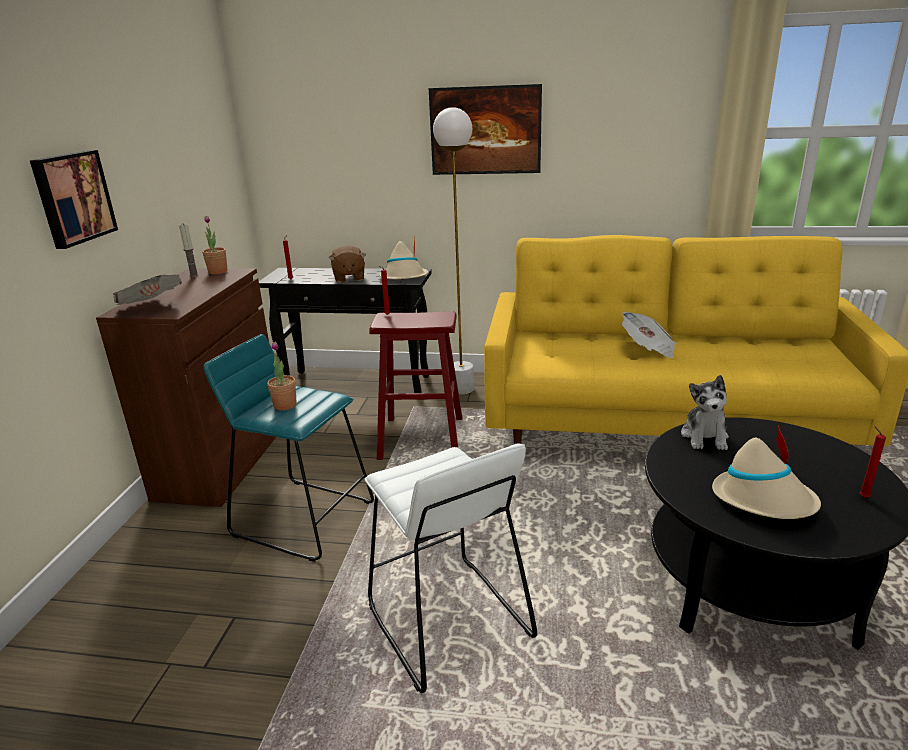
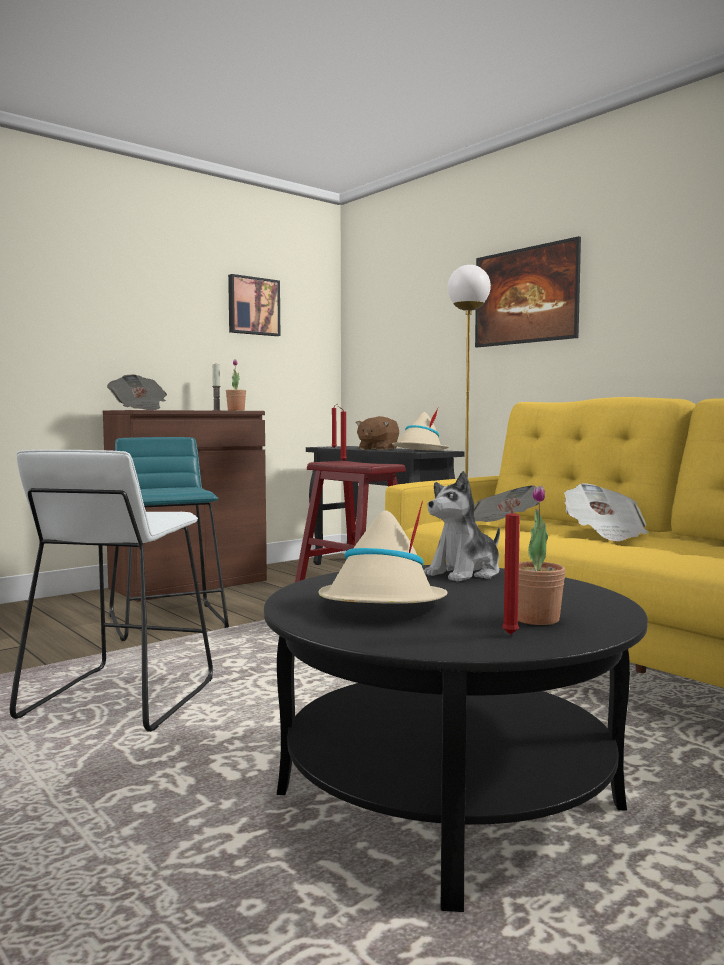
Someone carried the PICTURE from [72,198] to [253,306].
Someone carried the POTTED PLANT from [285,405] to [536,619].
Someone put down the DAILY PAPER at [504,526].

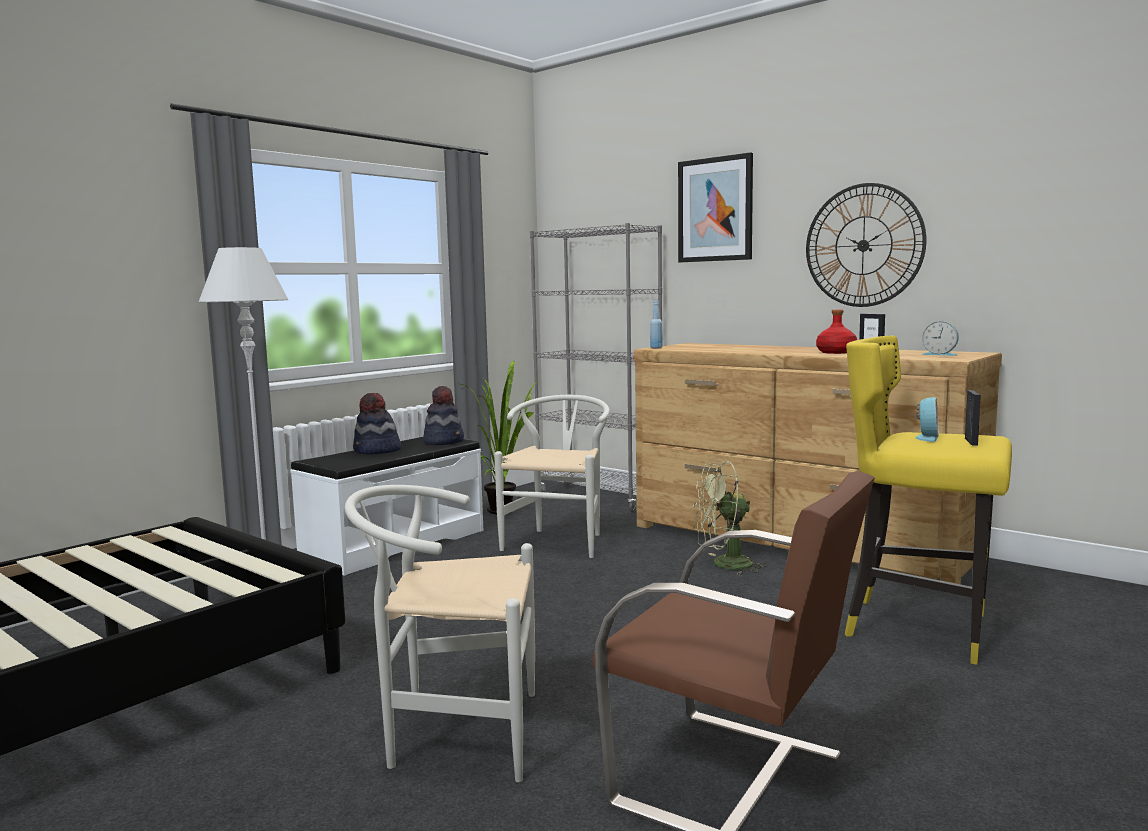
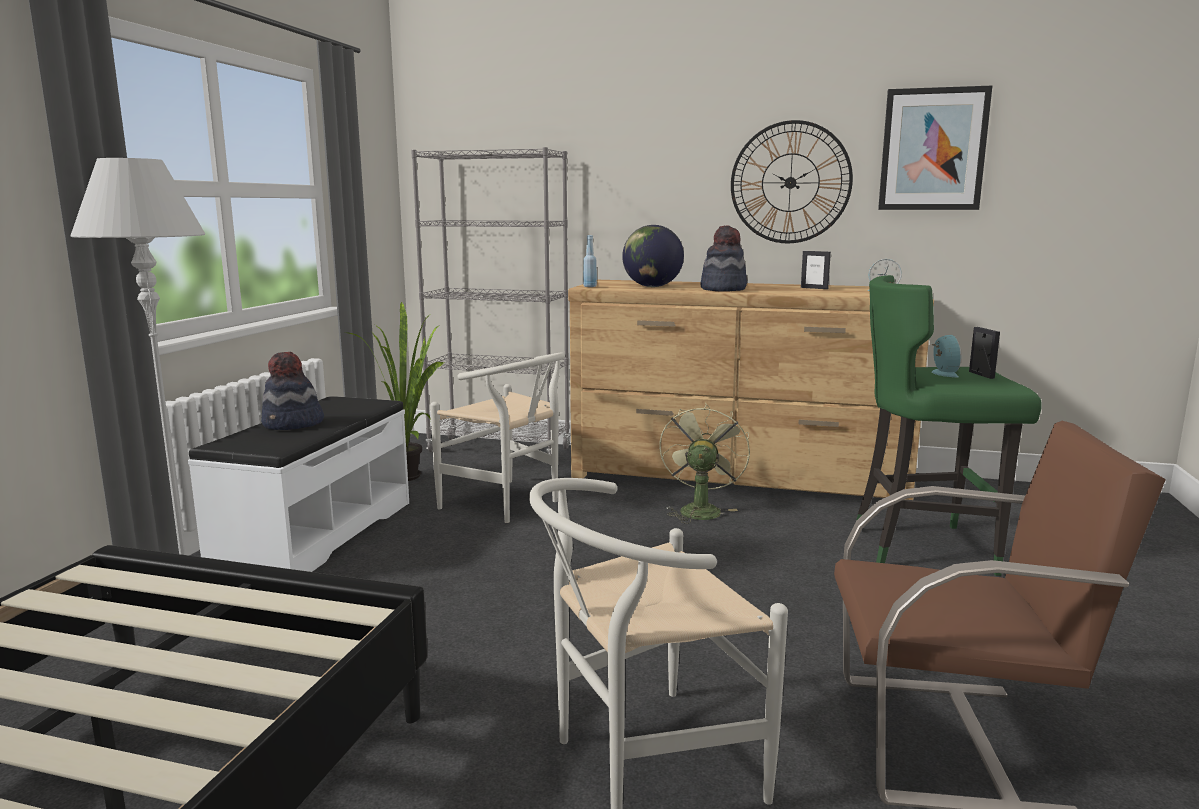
Someone carried the CLOTHING HAT from [444,441] to [723,289].
Someone rotated the WHITE-COLOURED UPRIGHT CHAIR at [559,541] by 135 degrees clockwise.
Someone carried the PICTURE from [715,209] to [933,149].
Someone rotated the GREENISH COOLING FAN at [724,565] by 135 degrees clockwise.
Someone took away the REDDISH BEVERAGE BOTTLE at [836,352].
Someone repainted the YELLOWISH STOOL at [920,628], which became the GREENISH STOOL at [924,548].
Someone put down the GLOBE at [652,286].

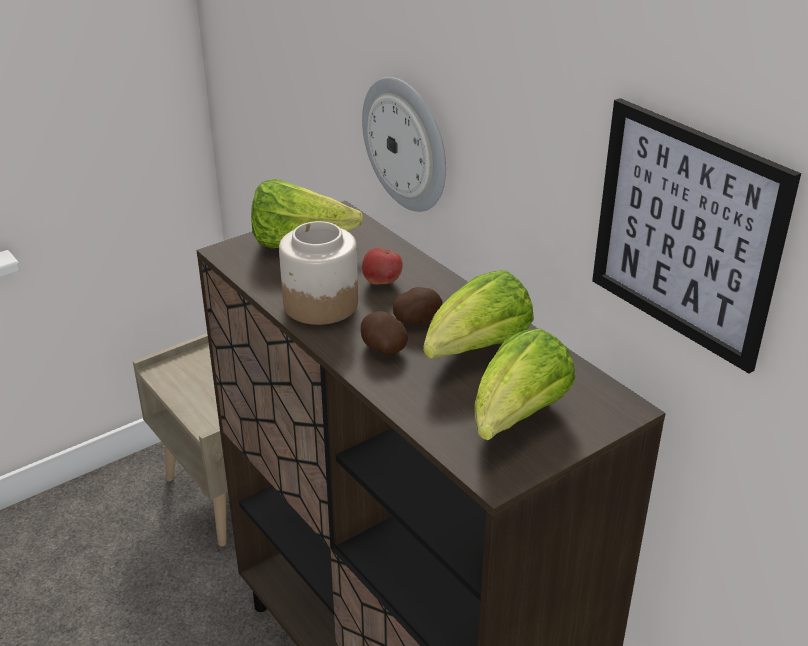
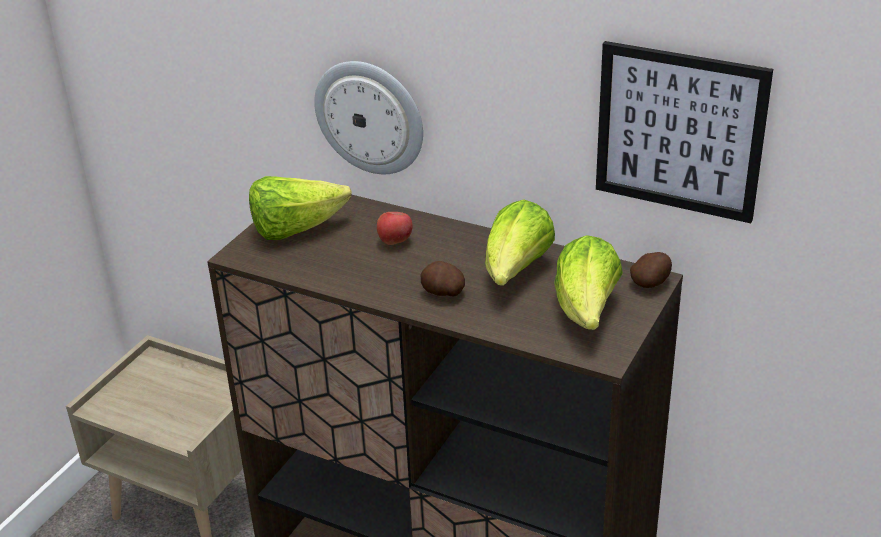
Someone took away the STORAGE JAR at [320,304].
Someone carried the WHOLE POTATO from [417,320] to [651,283].

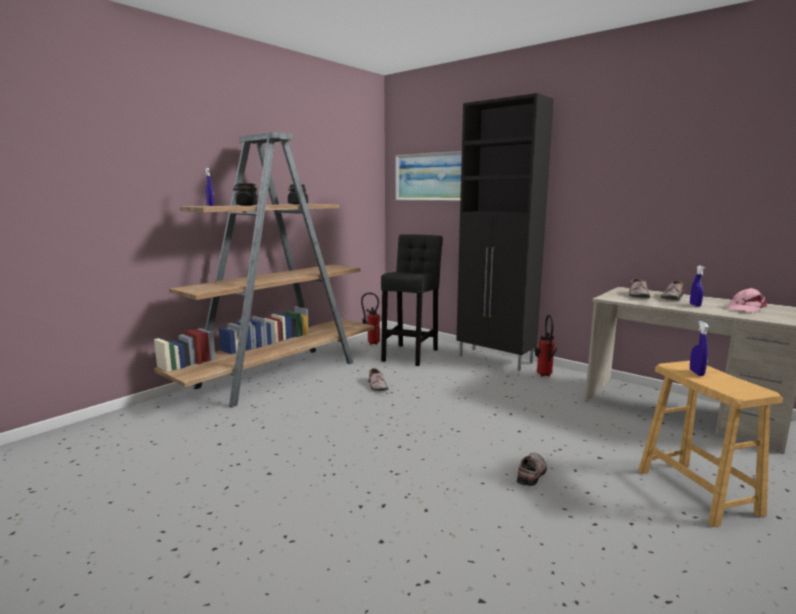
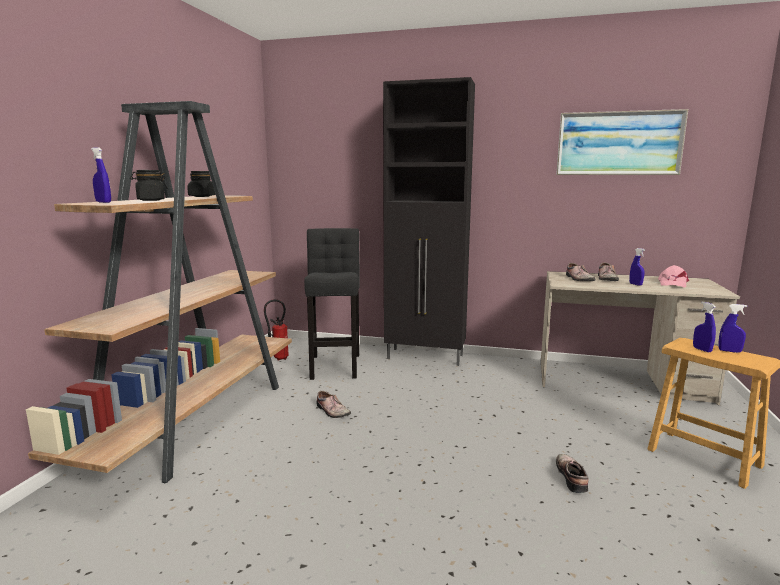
Someone carried the PICTURE from [430,177] to [618,143].
Someone took away the EXTINGUISHER at [544,375].
Someone put down the BLUISH SPRAYER at [729,351].

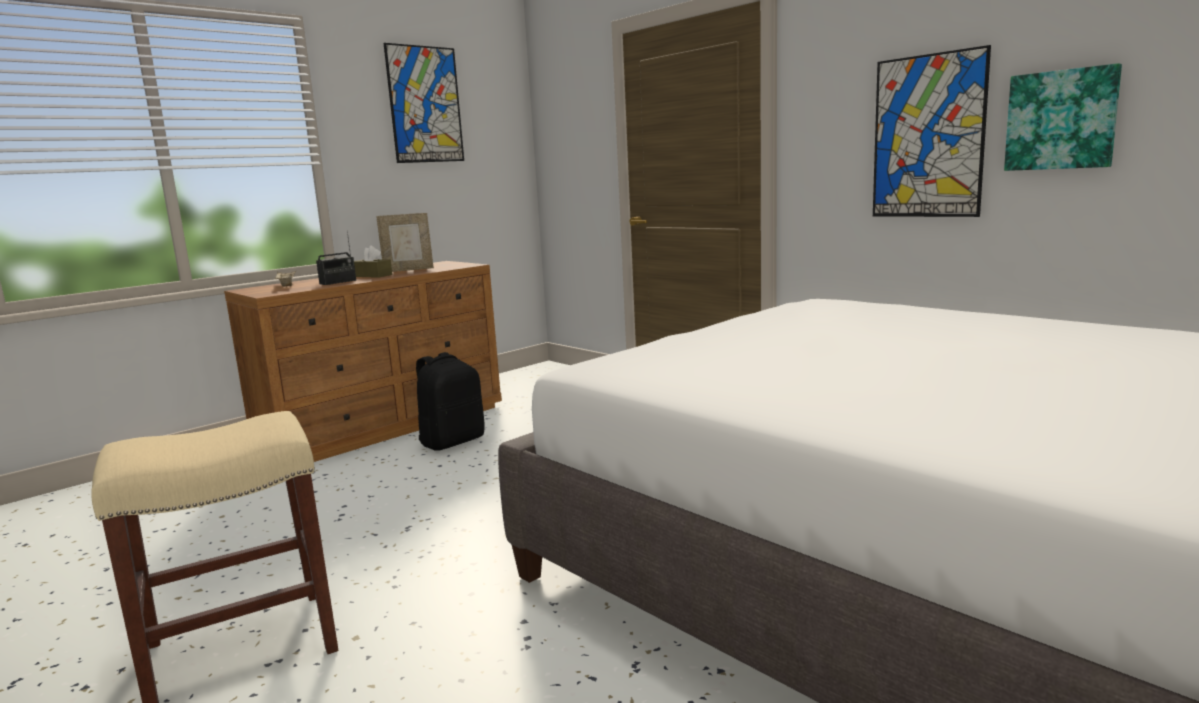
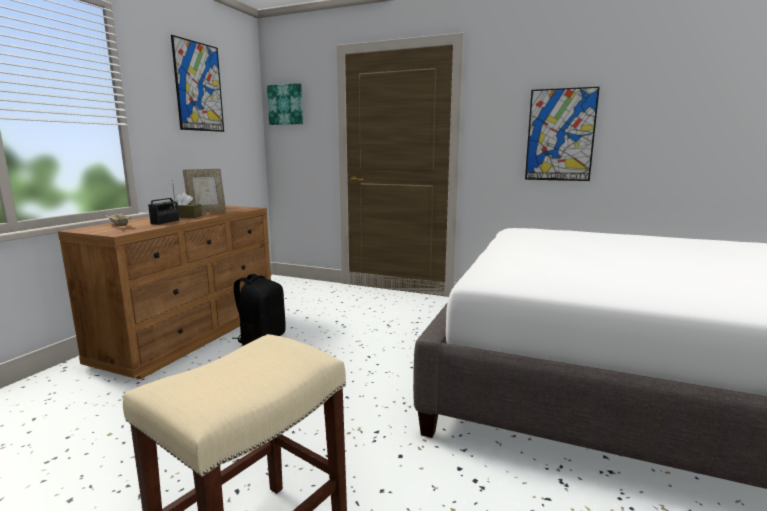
Someone carried the PICTURE from [1061,120] to [286,104].

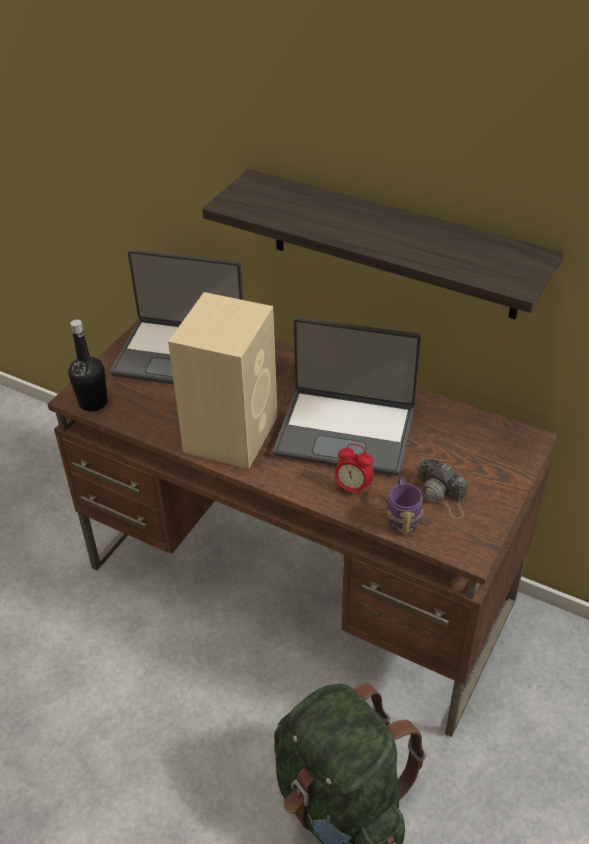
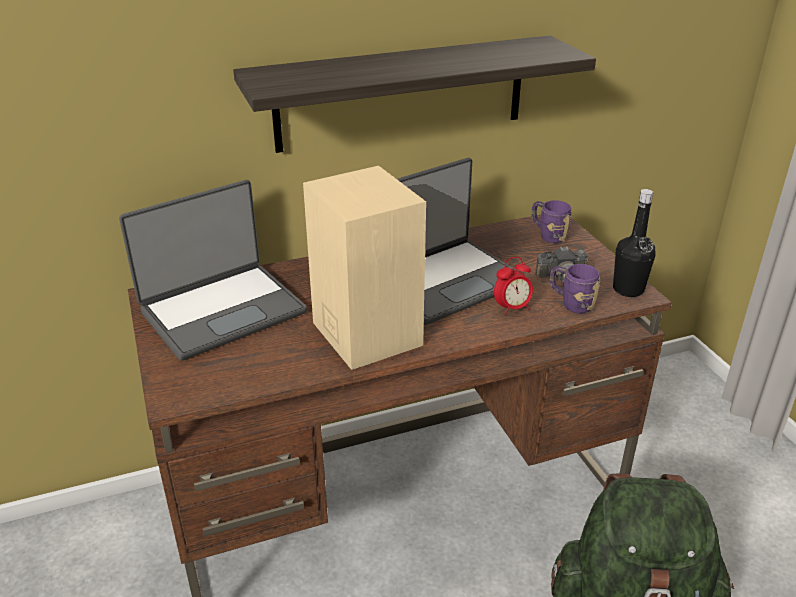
Someone carried the BLACK-COLOURED BEVERAGE BOTTLE from [93,403] to [628,289].
Someone put down the PURPLE COFFEE MUG at [548,235].

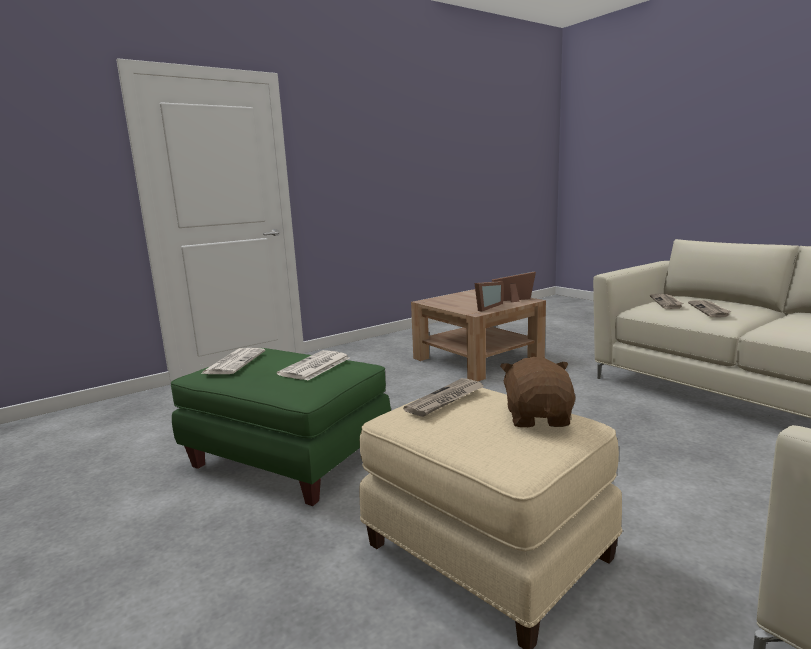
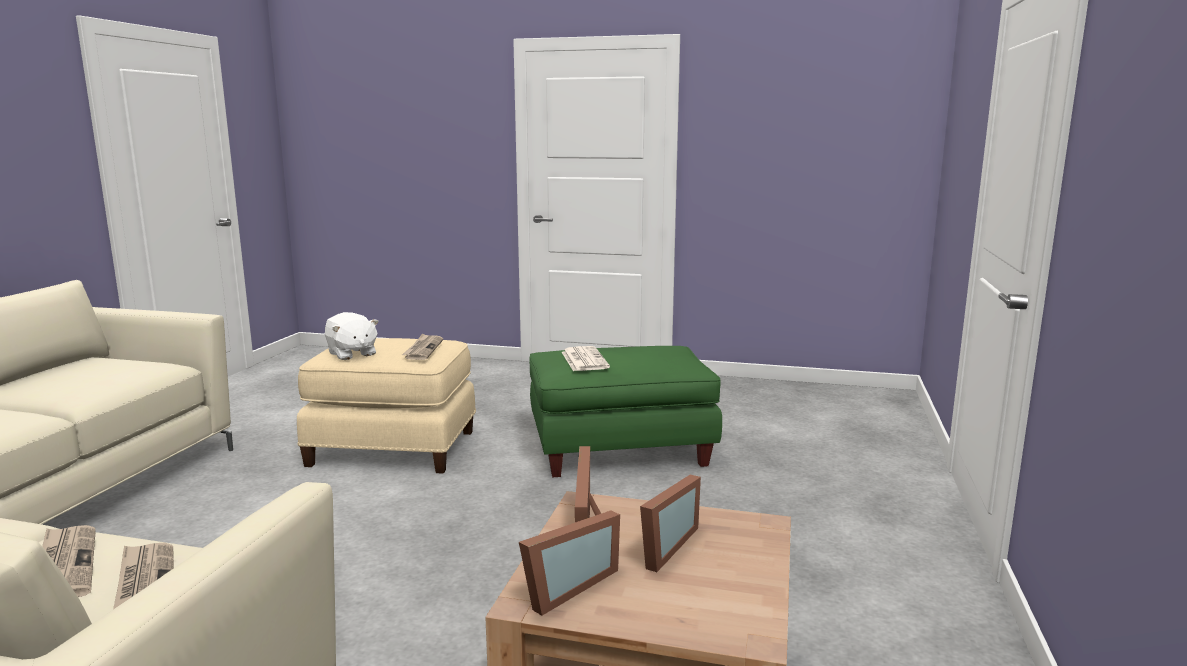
Someone took away the DAILY PAPER at [234,362].
Someone repainted the BROWN SOFT TOY at [538,418], which became the WHITE-COLOURED SOFT TOY at [351,354].
Someone put down the PICTURE FRAME at [661,547].

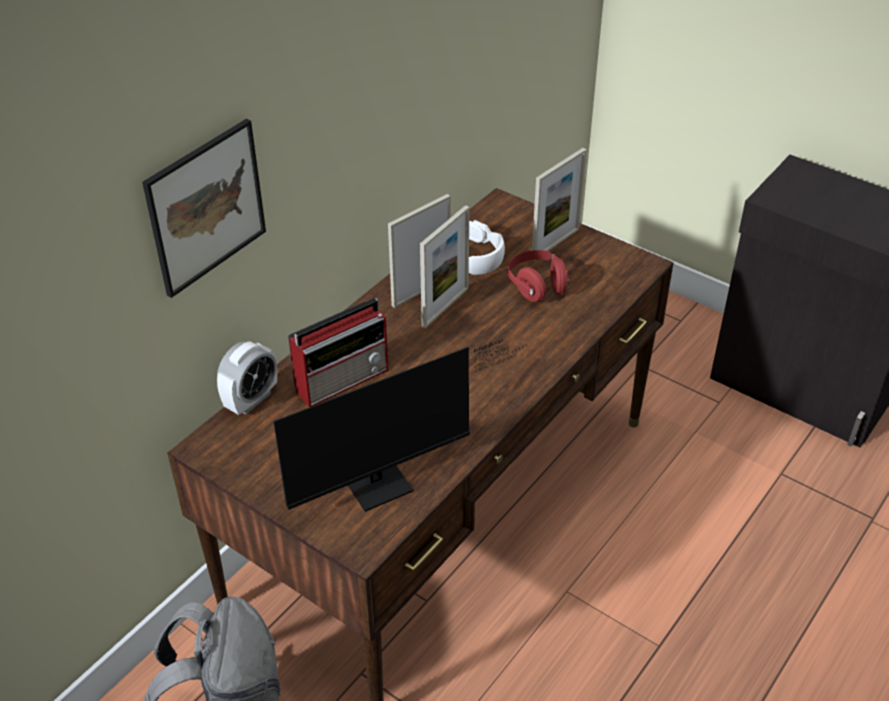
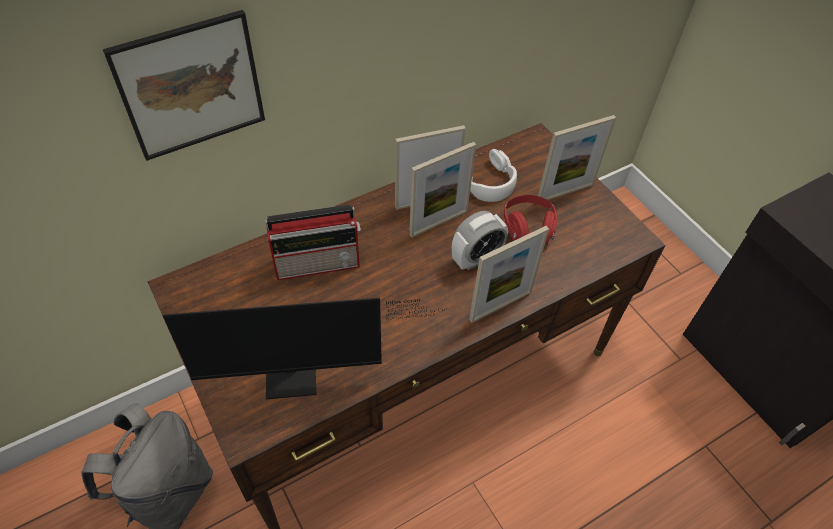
Someone carried the TABLE CLOCK from [251,400] to [476,258].
Someone put down the PICTURE FRAME at [500,306].

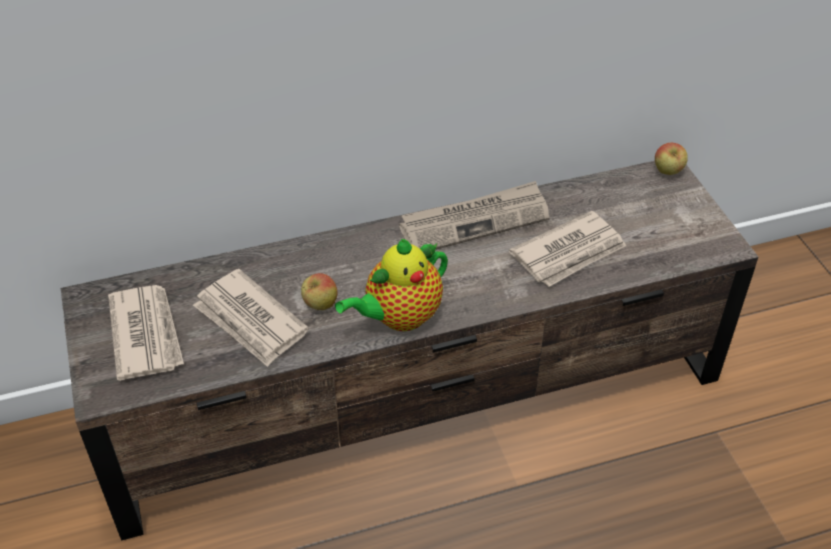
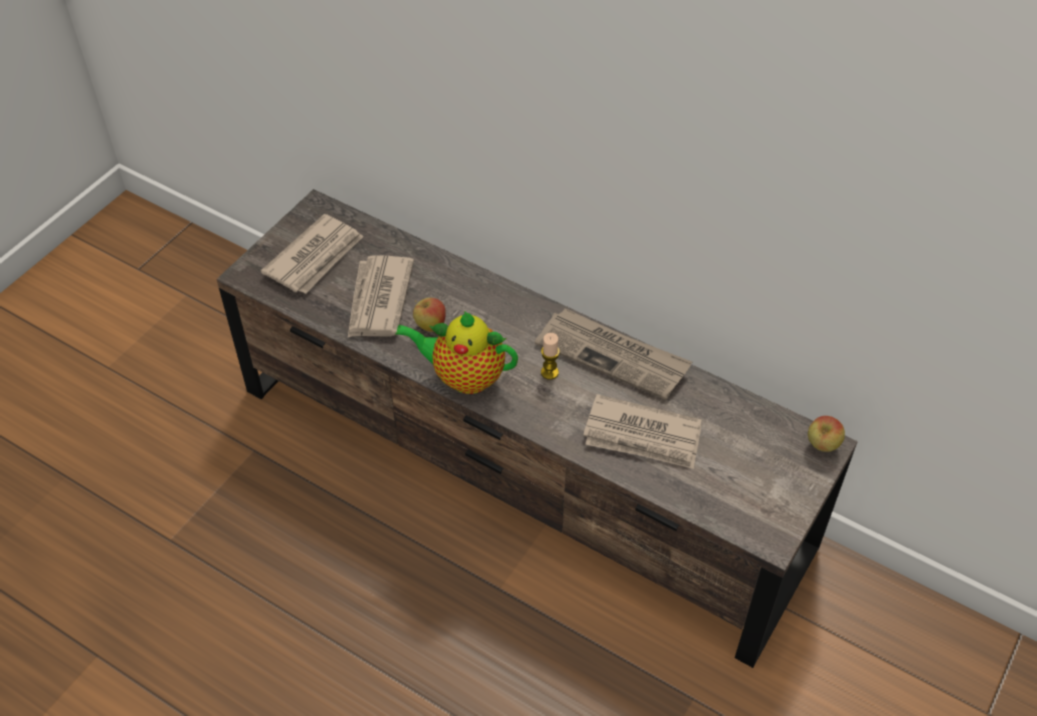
Someone put down the WAX CANDLE at [549,372].

